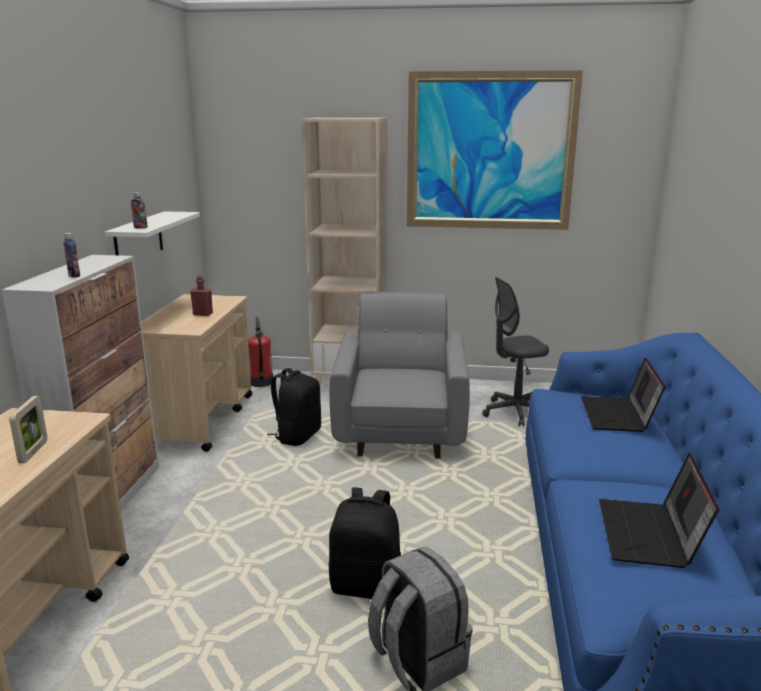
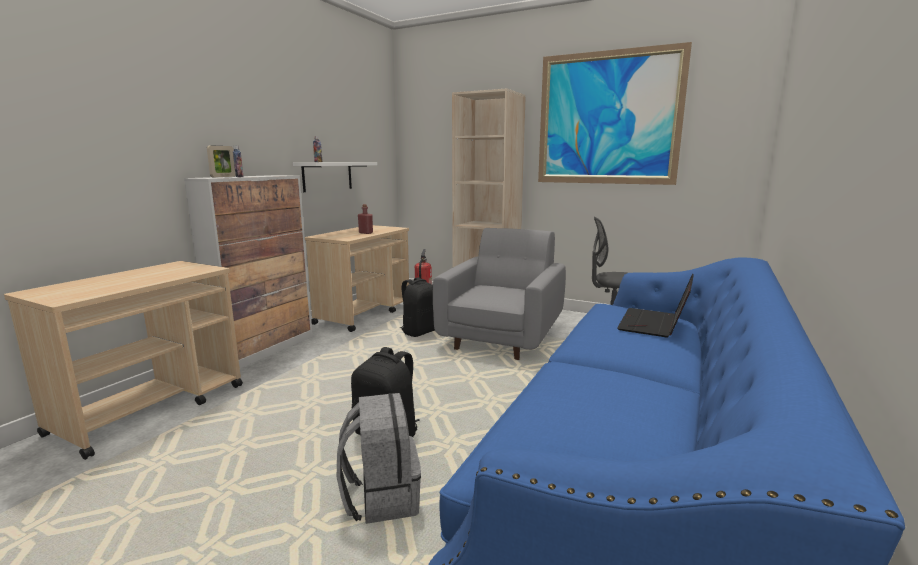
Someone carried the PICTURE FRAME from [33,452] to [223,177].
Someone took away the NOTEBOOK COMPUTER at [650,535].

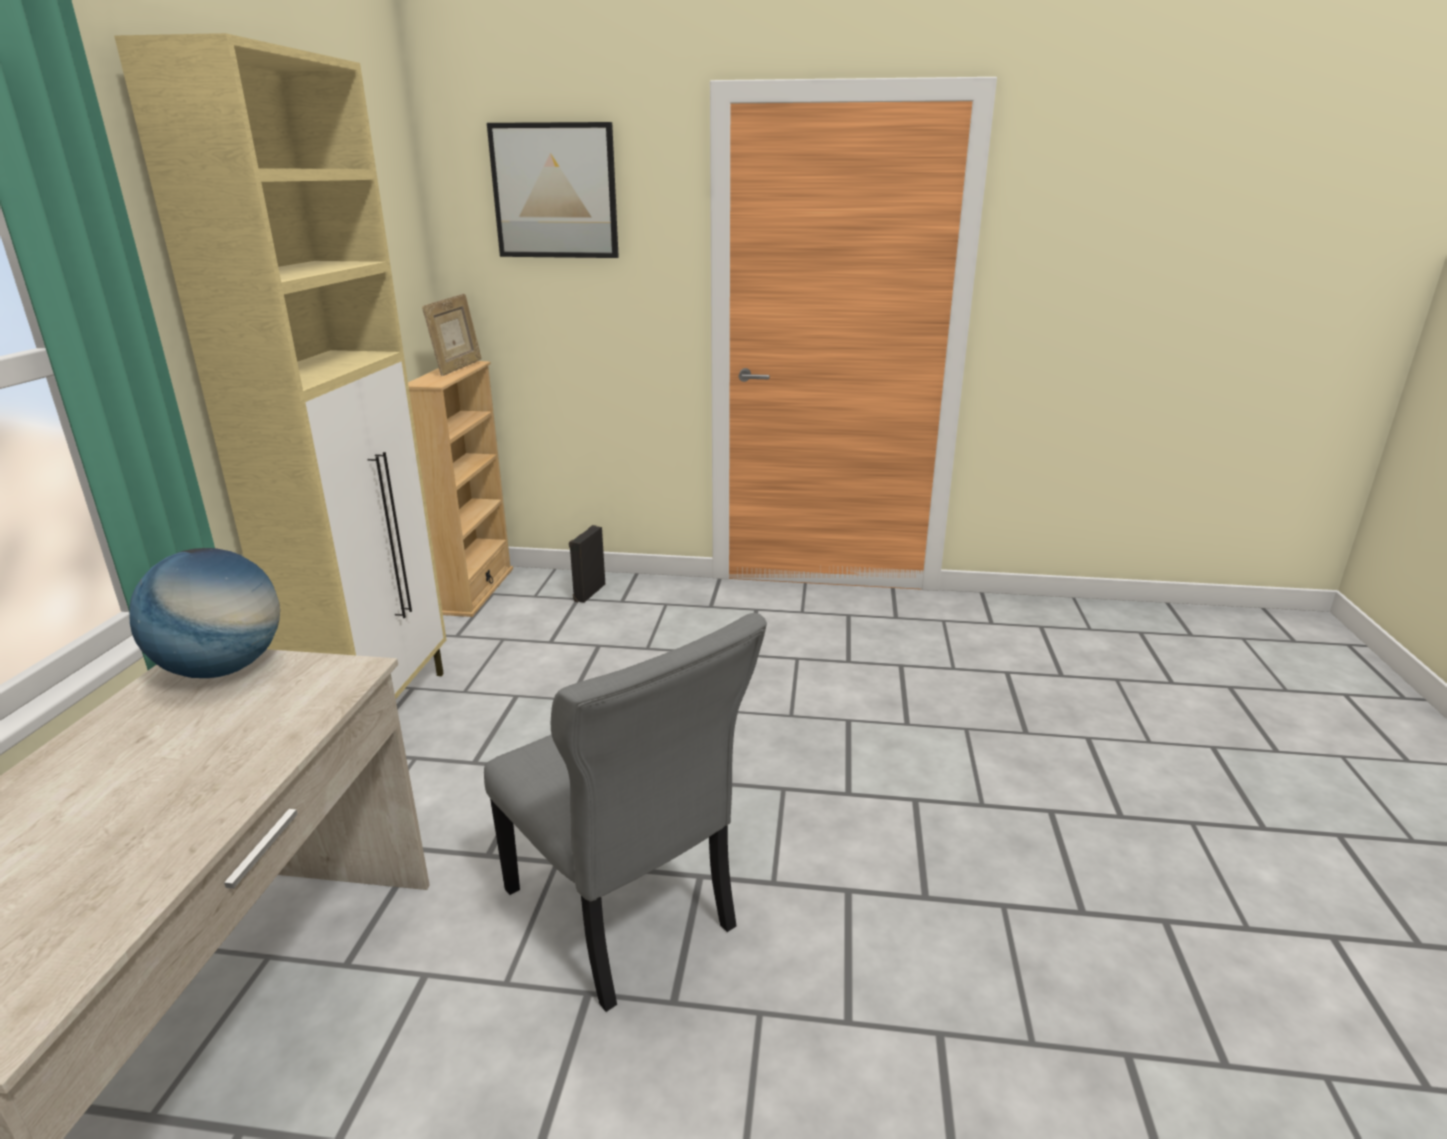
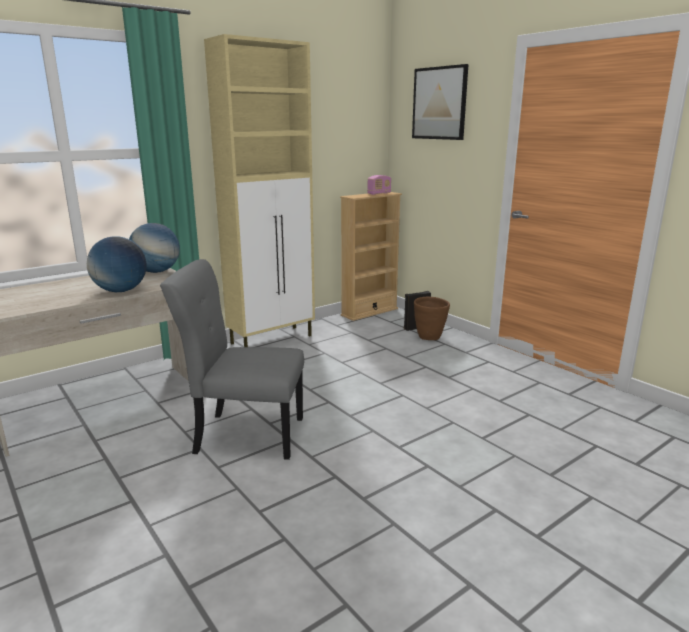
Someone swapped the PICTURE FRAME at [458,368] for the RADIO at [379,193].
Someone rotated the GREY UPRIGHT CHAIR at [623,915] by 90 degrees clockwise.
Someone put down the GLOBE at [120,291].
Someone put down the BROWN PLANT POT at [430,337].

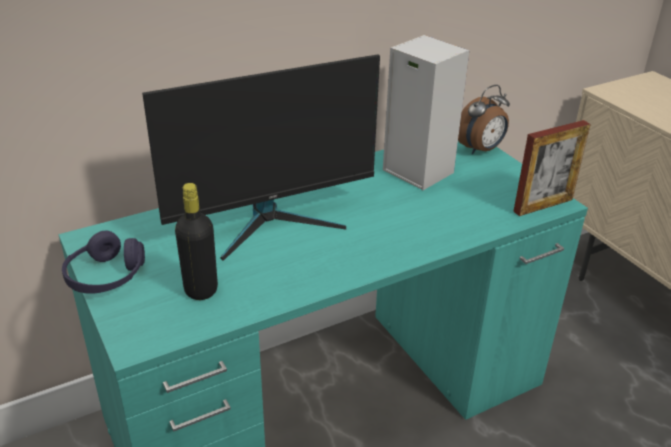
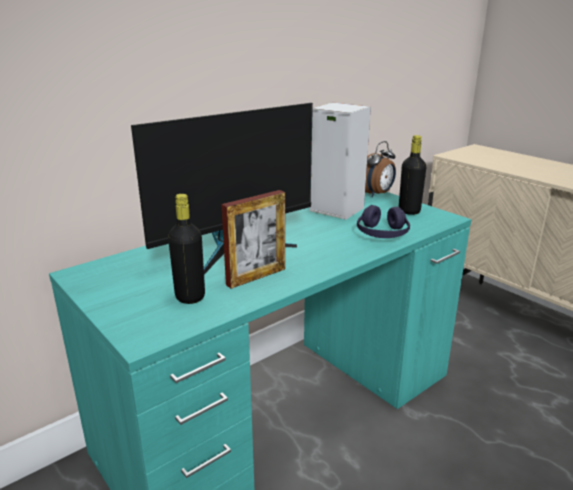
Someone carried the PURPLE PAIR OF HEADPHONES from [106,276] to [382,234].
Someone carried the PICTURE FRAME from [543,205] to [256,277].
Someone put down the BLACK-COLOURED BEVERAGE BOTTLE at [409,211].

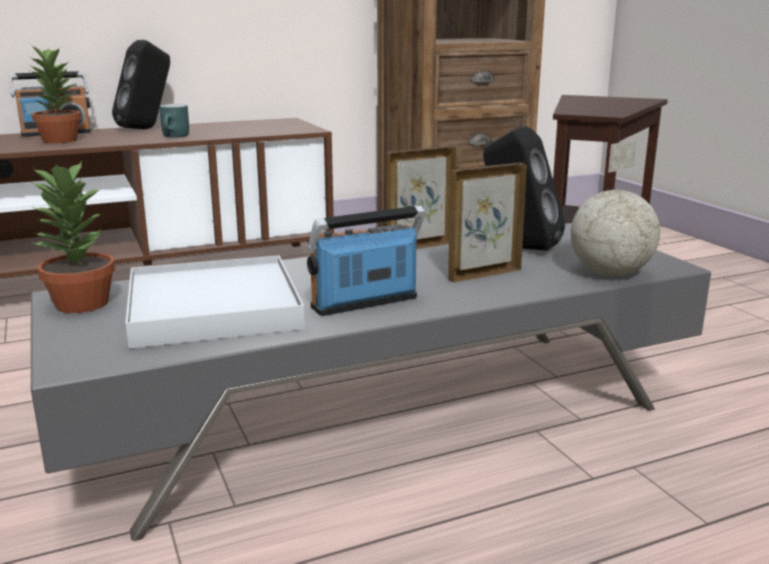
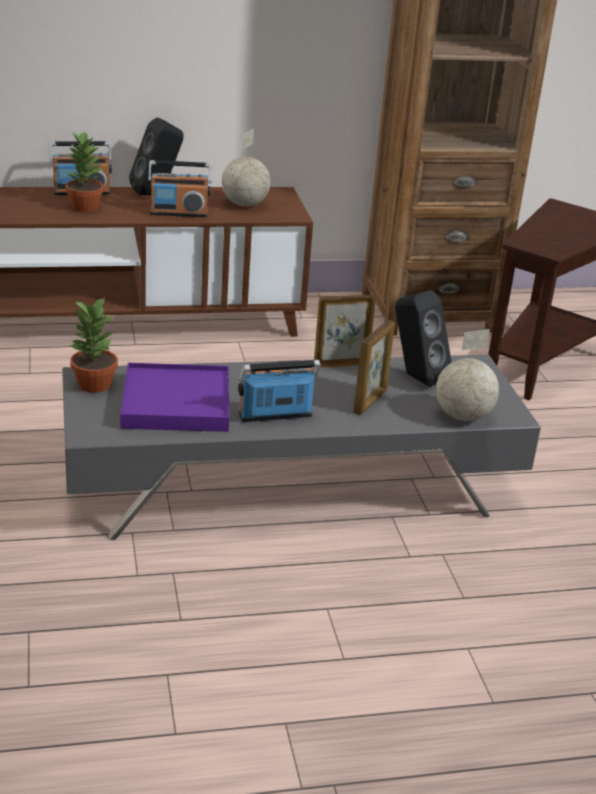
Someone repainted the WHITE-COLOURED TRAY at [214,308], which became the PURPLE TRAY at [176,403].
Someone swapped the TURQUOISE COFFEE MUG at [176,136] for the RADIO at [179,213].
Someone rotated the PICTURE FRAME at [483,274] by 135 degrees clockwise.
Someone put down the GLOBE at [245,205].

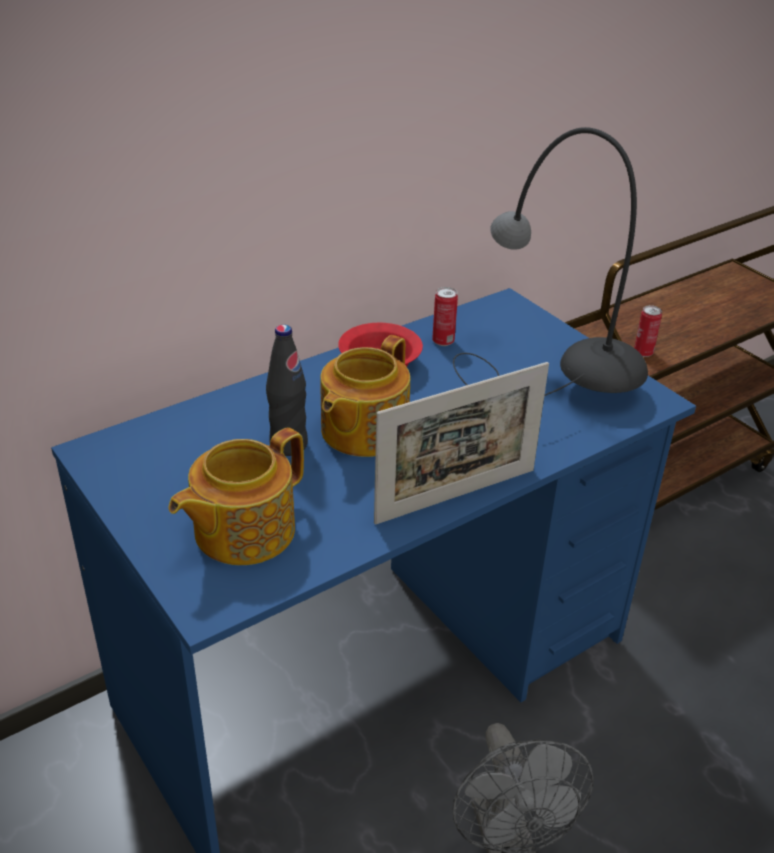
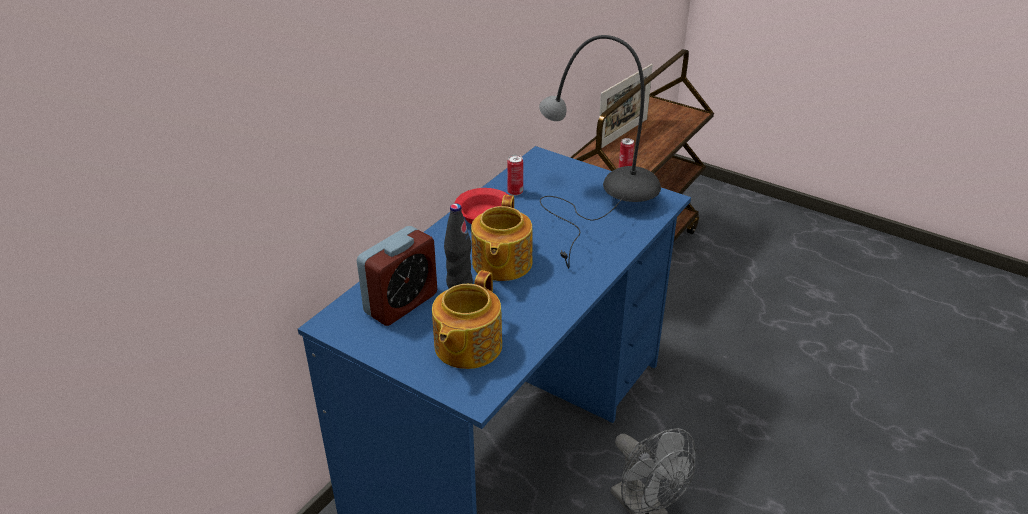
Someone carried the PICTURE FRAME from [456,496] to [622,134].
Someone put down the TABLE CLOCK at [401,303].

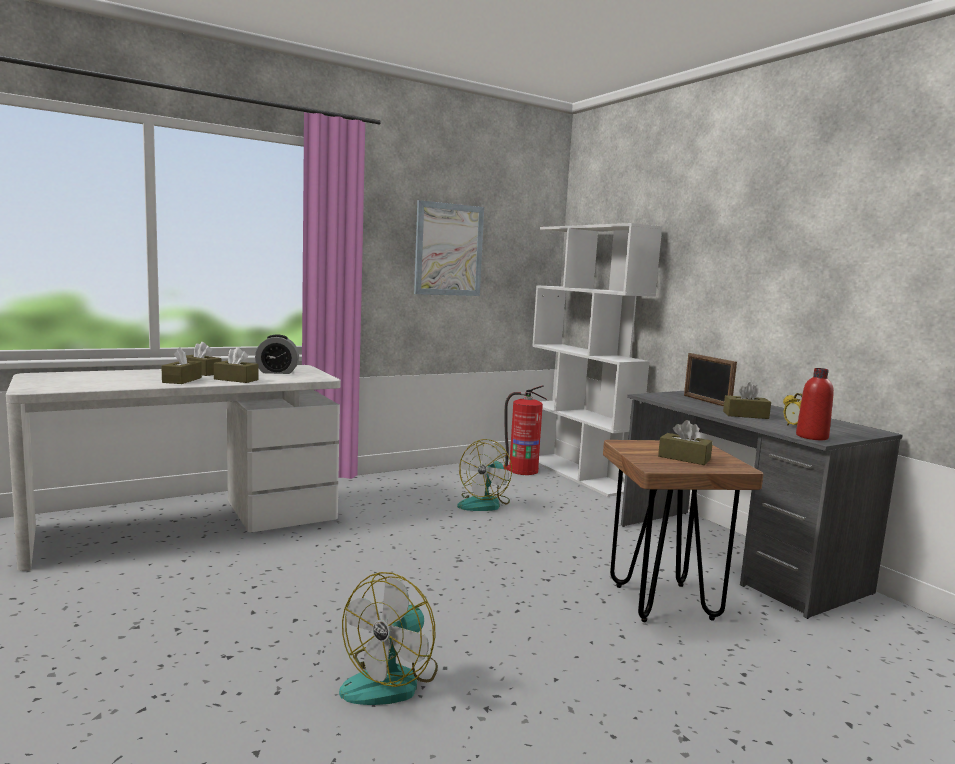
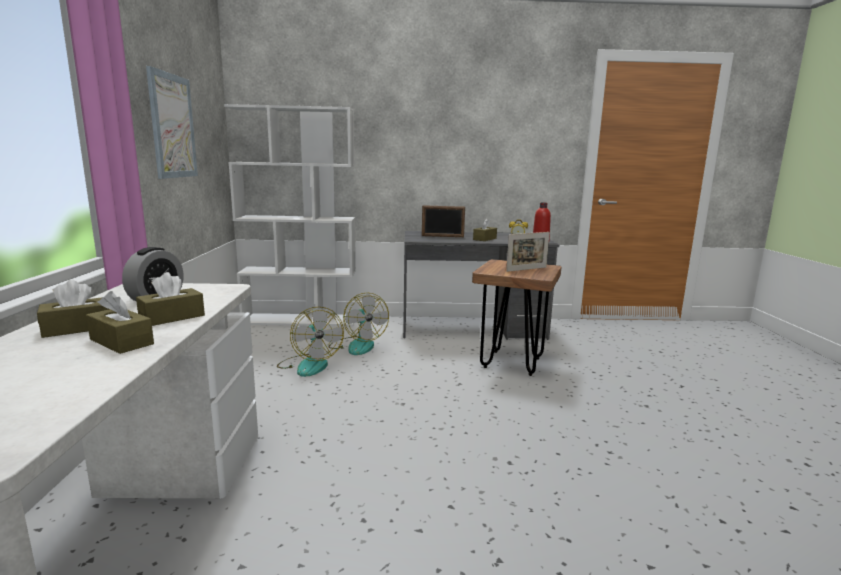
Someone carried the COOLING FAN from [392,680] to [357,345].
Someone took away the EXTINGUISHER at [522,470].
Someone swapped the BROWN TISSUE HOLDER at [684,458] for the PICTURE FRAME at [526,269].

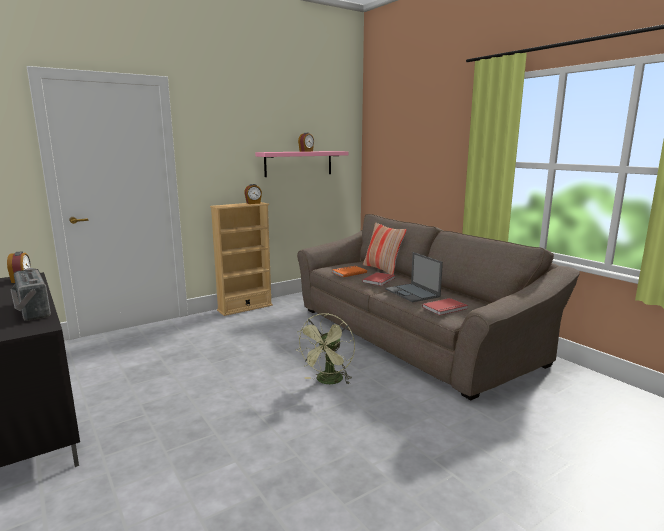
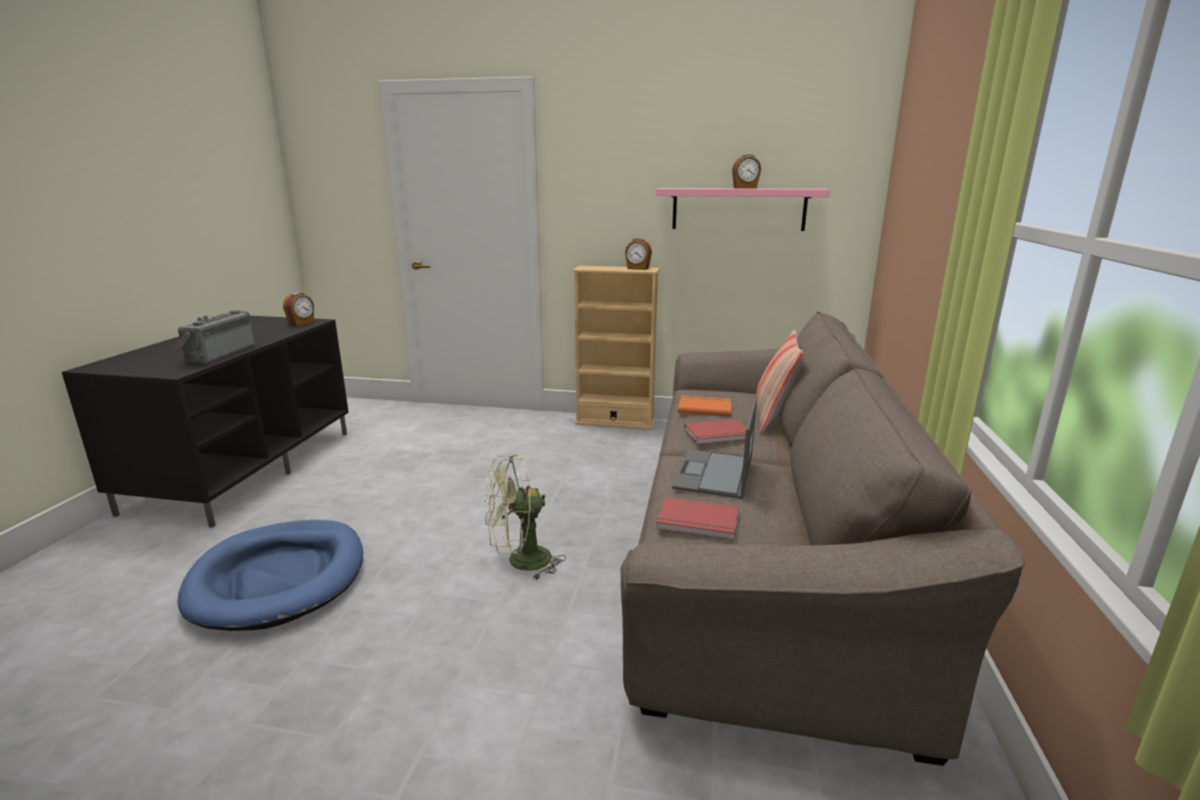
Someone put down the BLUISH PET BED at [279,578].

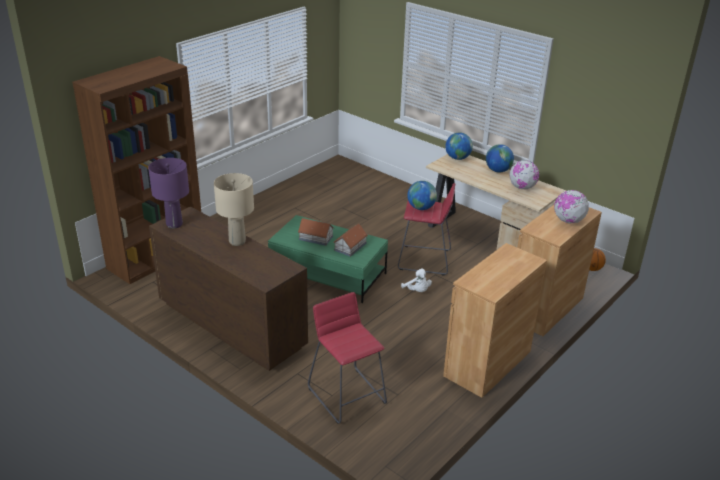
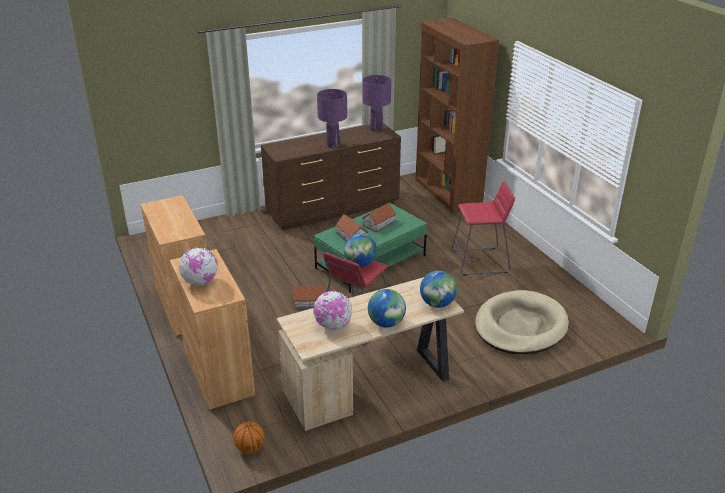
Someone repainted the SAND-COLOURED LAMP FOR A TABLE at [237,241], which became the PURPLE LAMP FOR A TABLE at [332,145].
Someone carried the REDDISH STOOL from [347,395] to [480,261].
Someone swapped the WHITE-COLOURED SOFT TOY at [417,291] for the TOY HOUSE at [309,302].
Someone put down the SAND-COLOURED PET BED at [520,326].

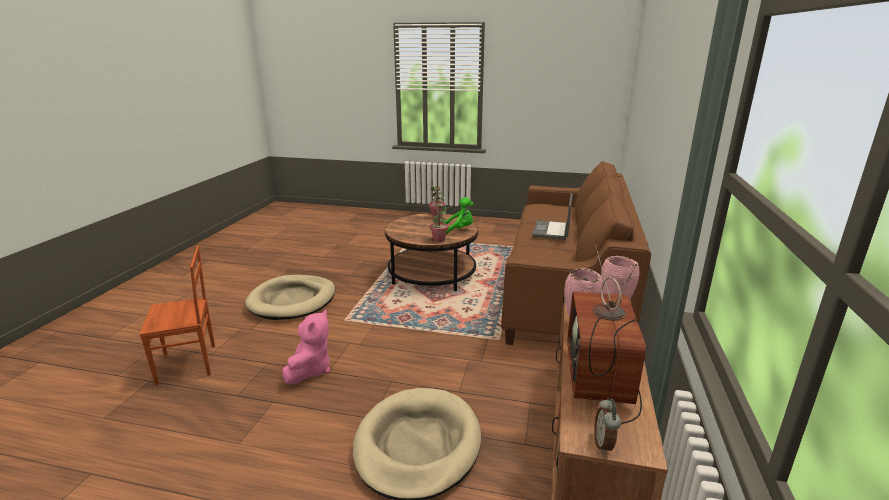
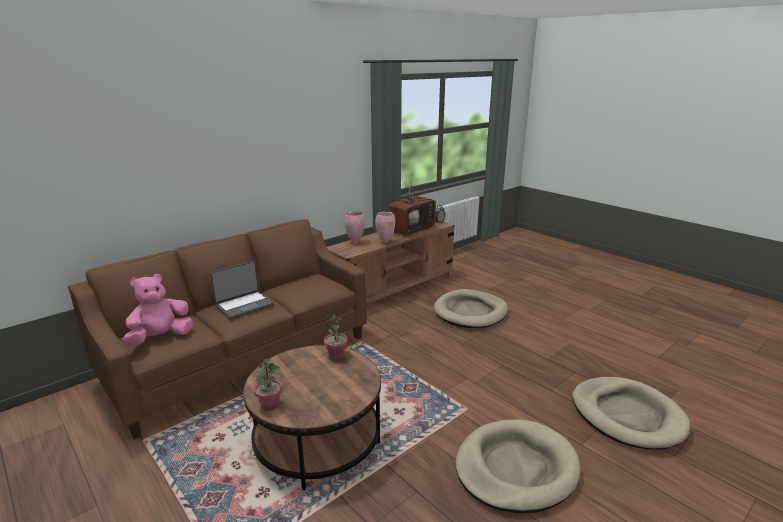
Someone swapped the BROWN UPRIGHT CHAIR at [188,364] for the SAND-COLOURED PET BED at [627,415].
Someone carried the PINK-COLOURED SOFT TOY from [310,370] to [160,337].
Someone took away the GREENISH SOFT TOY at [459,230].

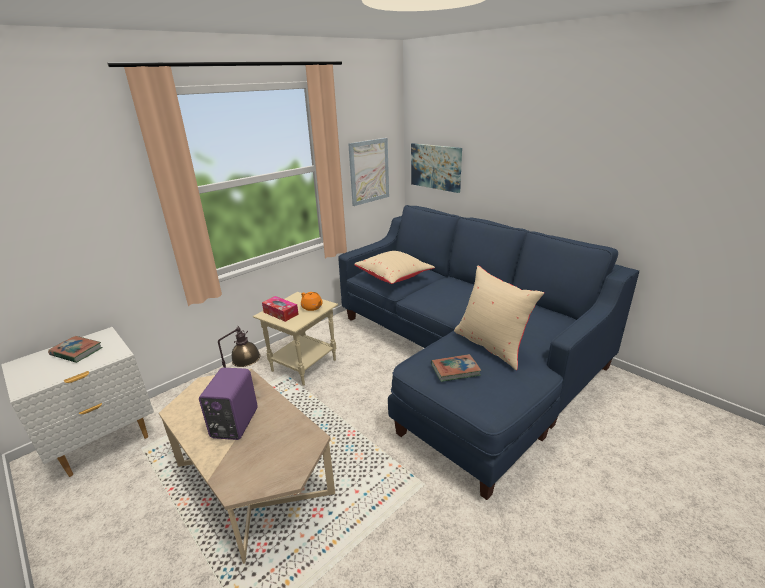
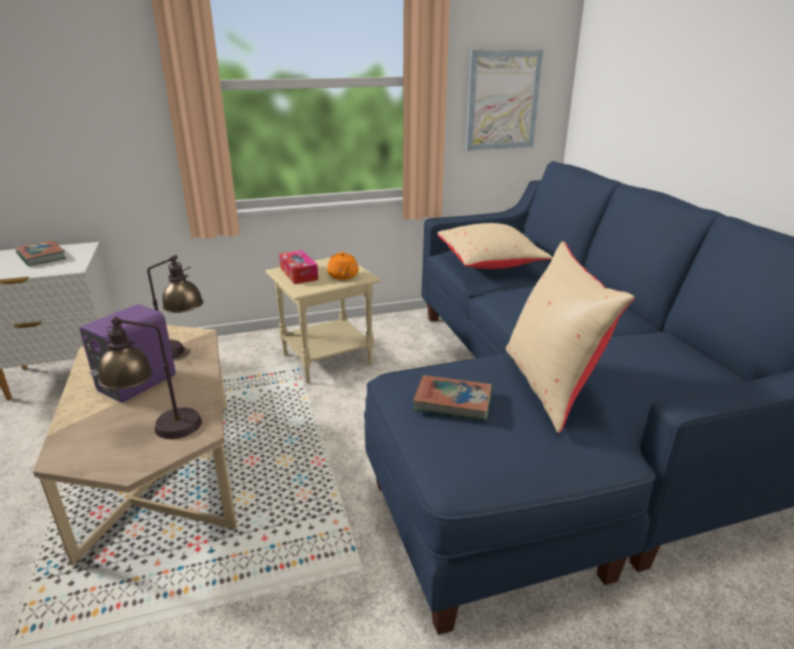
Someone took away the PICTURE at [436,167].
Someone put down the LAMP FOR A TABLE at [159,430].

